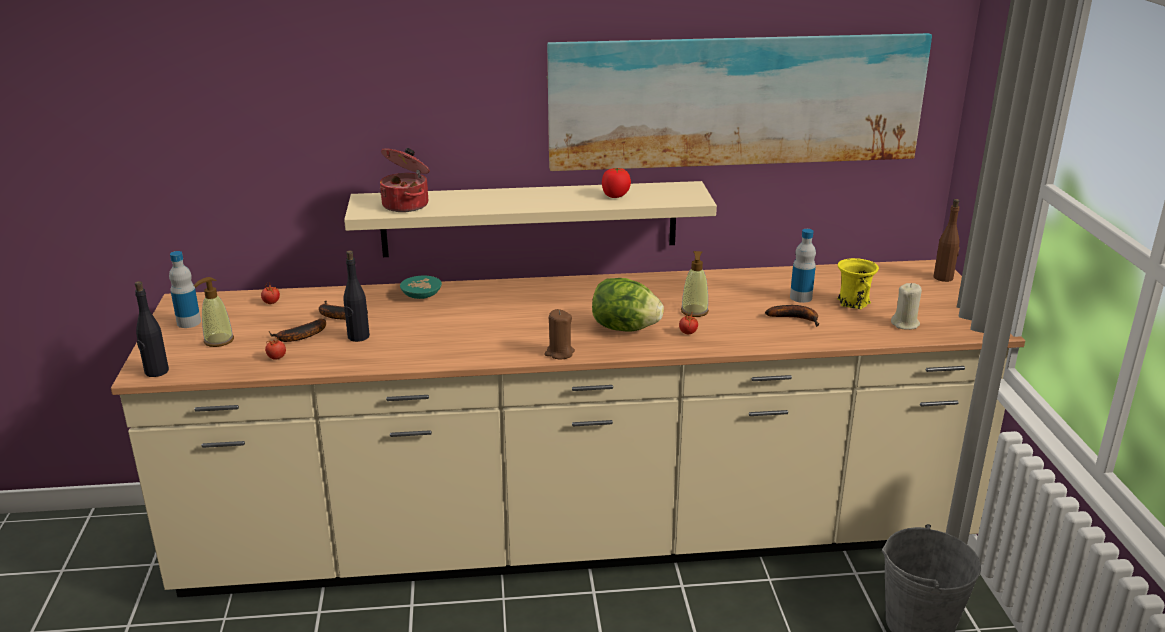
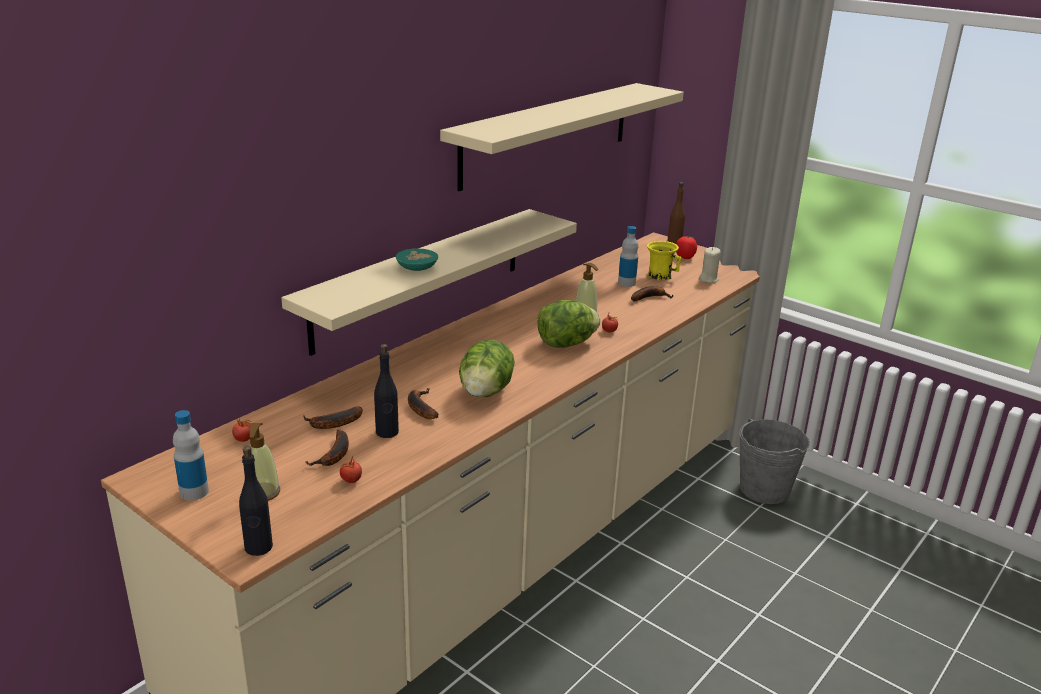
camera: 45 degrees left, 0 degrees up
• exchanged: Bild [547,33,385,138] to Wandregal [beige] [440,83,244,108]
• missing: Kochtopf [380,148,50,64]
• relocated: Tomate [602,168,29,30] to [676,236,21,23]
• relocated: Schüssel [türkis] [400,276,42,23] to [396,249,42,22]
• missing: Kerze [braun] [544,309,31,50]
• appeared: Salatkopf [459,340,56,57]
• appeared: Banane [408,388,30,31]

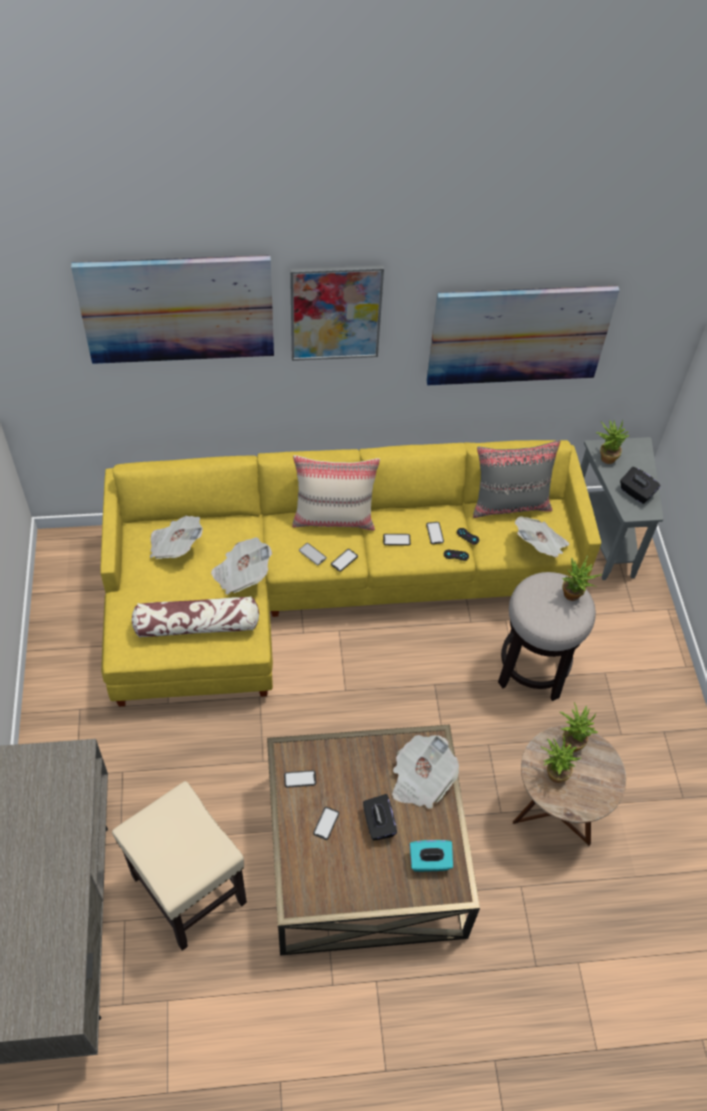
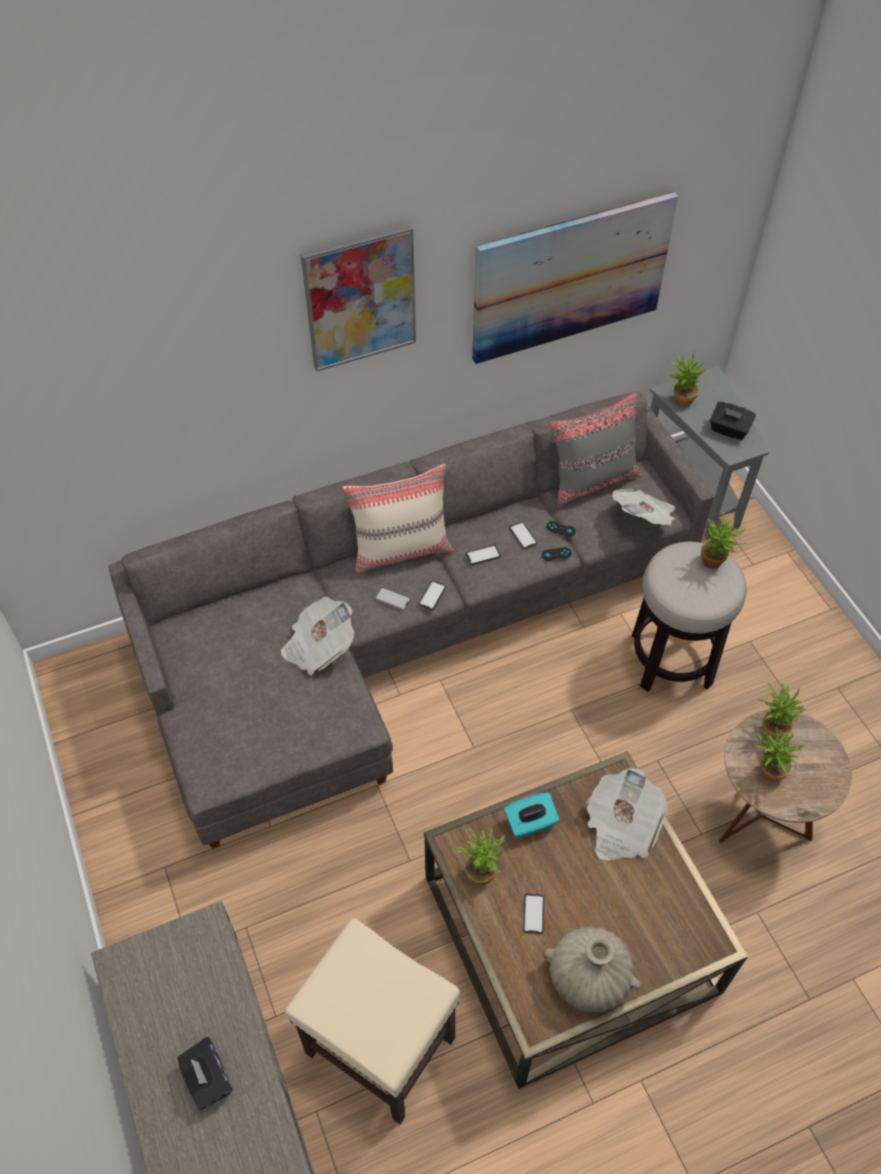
camera: 15 degrees left, 0 degrees up
• missing: Bild [71,255,203,109]
• colour: Sofa [gelb] [100,440,501,266] to Sofa [grau] [108,391,606,458]
• missing: Zeitung [150,516,53,43]
• missing: Kissen [132,596,127,42]
• exchanged: Handy [284,770,32,18] to Topfpflanze [457,824,48,61]
• relocated: Taschentuchbox [schwarz] [363,794,34,47] to [177,1037,55,73]
• relocated: Taschentuchbox [türkis] [409,840,44,32] to [504,792,55,47]
• appeared: Vase [beige] [543,926,98,87]

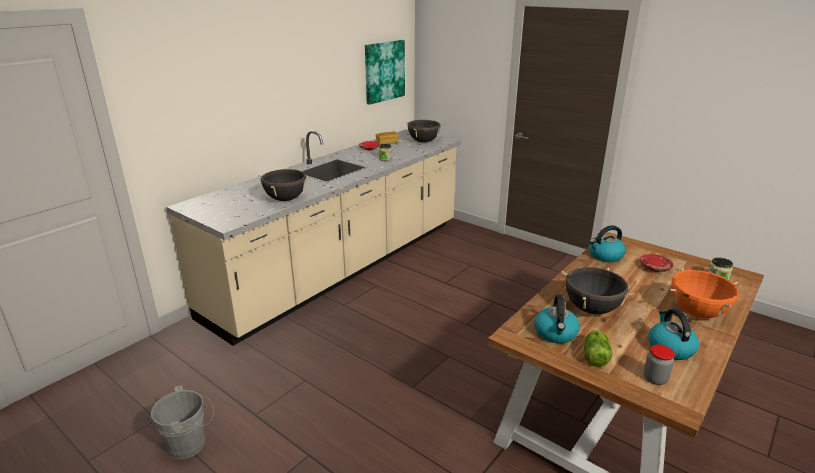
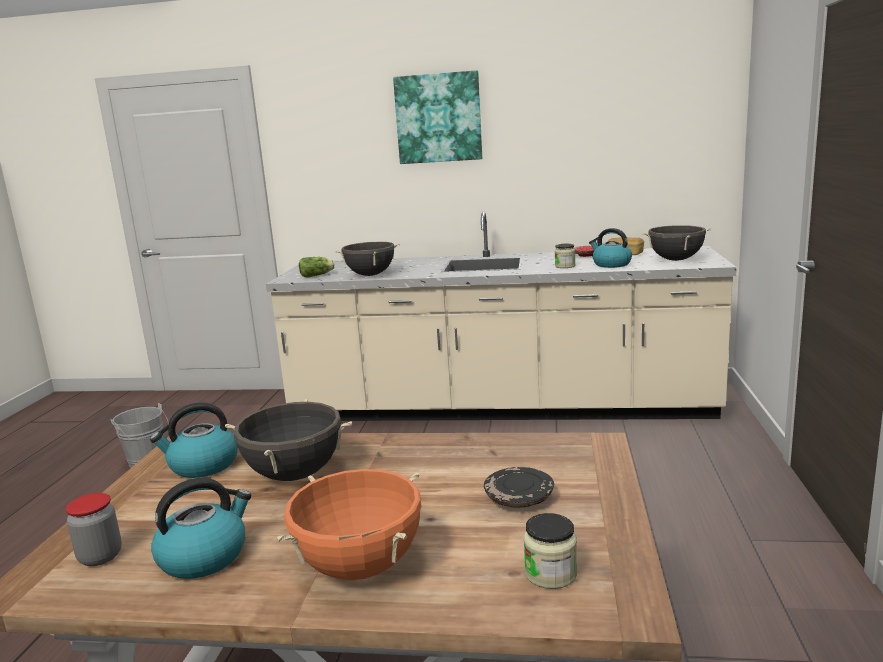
camera: 60 degrees right, 10 degrees down
• relocated: Bild [365,40,40,65] to [393,70,89,94]
• relocated: Wasserkessel [589,225,37,37] to [589,228,43,40]
• colour: Teller [rot] [640,254,33,18] to Teller [schwarz] [484,467,70,40]
• relocated: Salatkopf [584,329,28,38] to [299,257,36,20]

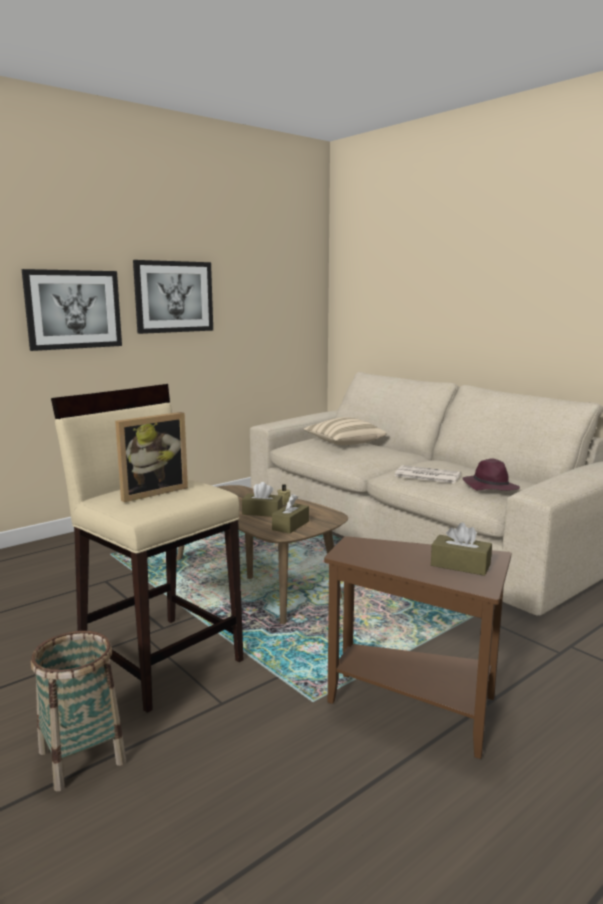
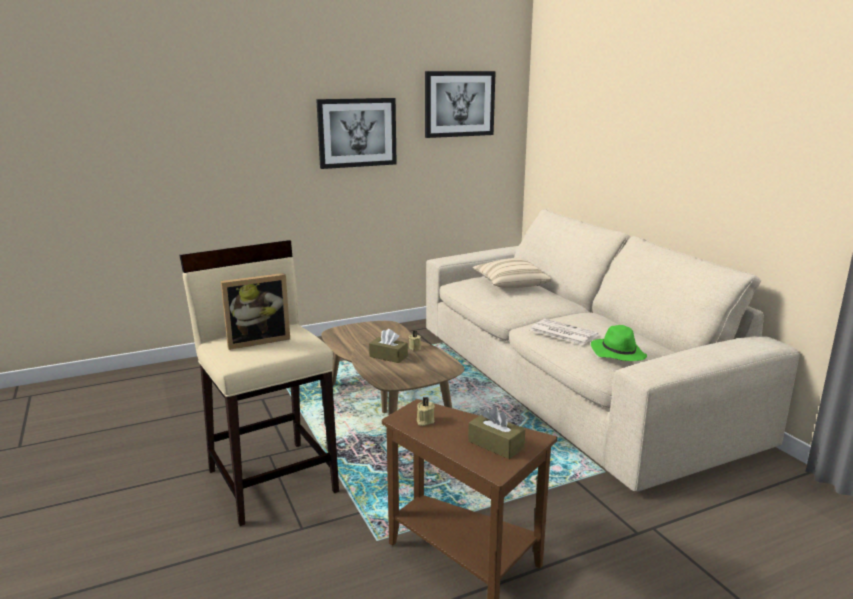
camera: 15 degrees right, 5 degrees up
• relocated: Bild [22,269,100,82] to [425,71,71,67]
• colour: Hut [lila] [462,459,58,32] to Hut [grün] [591,325,56,36]
• missing: Taschentuchbox [braun] [272,494,37,40]
• missing: Korb [31,631,95,160]
• appeared: Kerze [beige] [417,397,18,29]

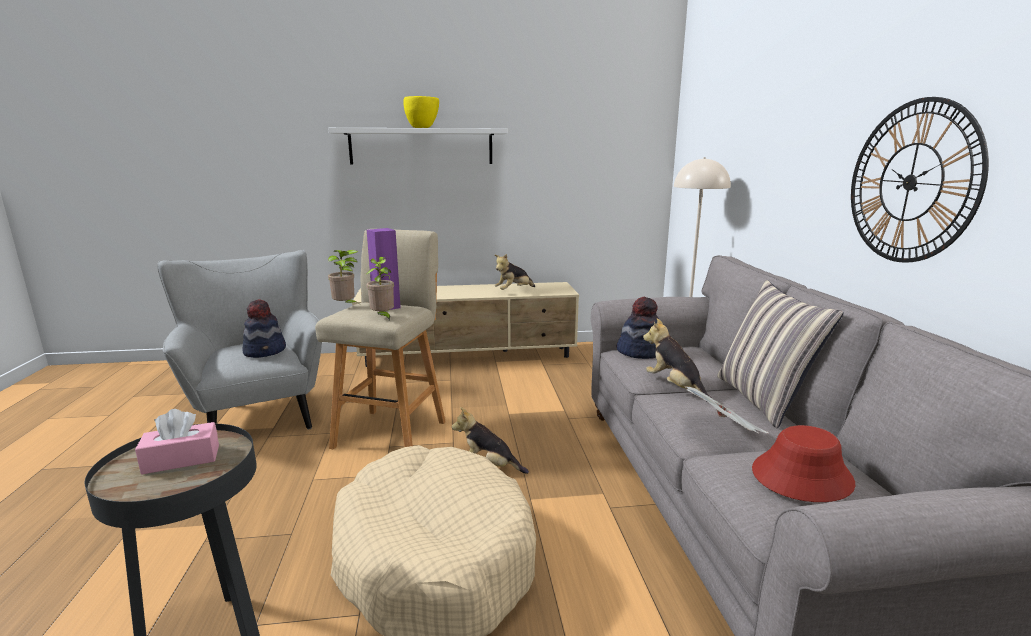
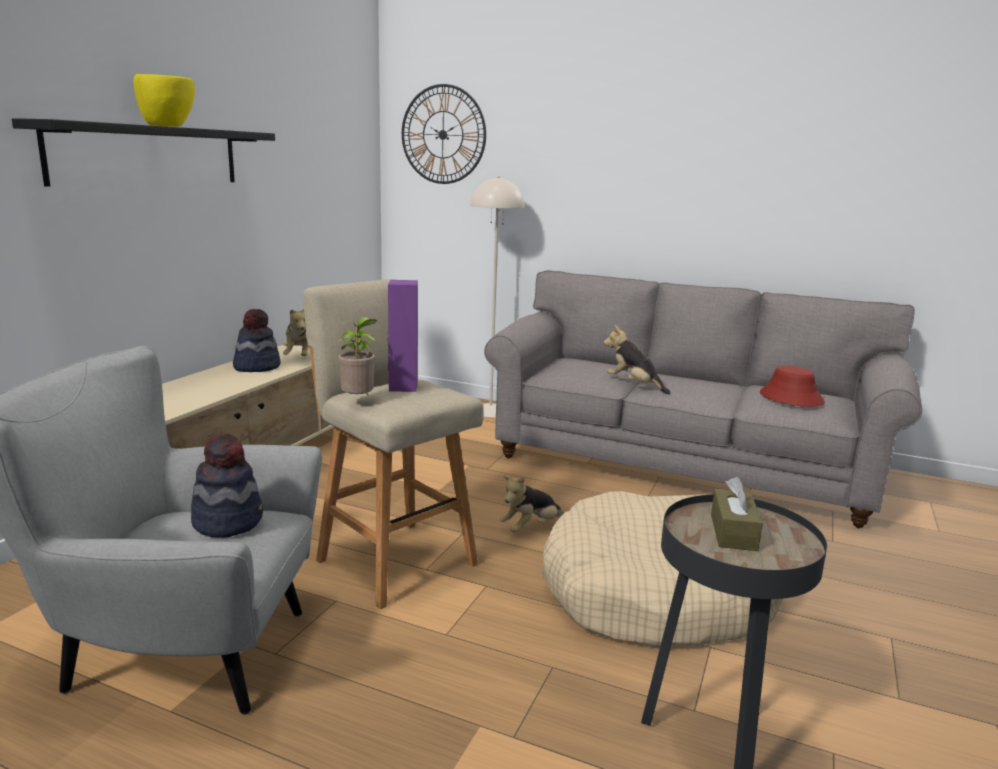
camera: 60 degrees left, 0 degrees up
• relocated: Wanduhr [851,97,138,166] to [402,84,84,100]
• colour: Wandregal [weiß] [328,128,179,36] to Wandregal [schwarz] [12,118,263,69]
• missing: Topfpflanze [366,256,28,65]
• missing: Kissen [717,280,127,149]
• relocated: Hut [616,297,43,62] to [233,309,48,63]
• spun: Plüschtier [643,318,70,83] = [604,325,66,70] 45 degrees clockwise
• missing: Zeitung [685,387,84,46]
• colour: Taschentuchbox [rosa] [135,409,84,65] to Taschentuchbox [braun] [711,477,52,74]

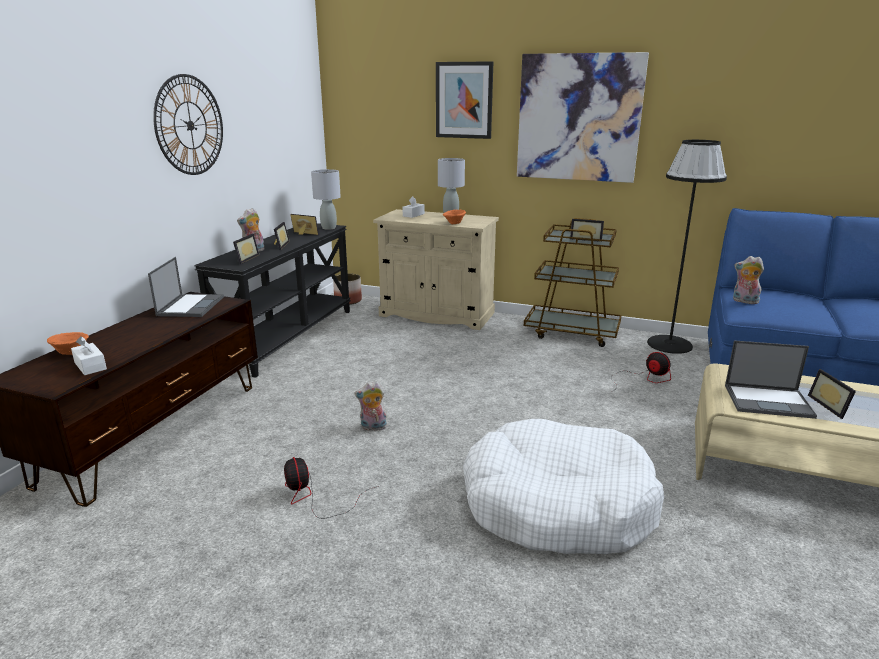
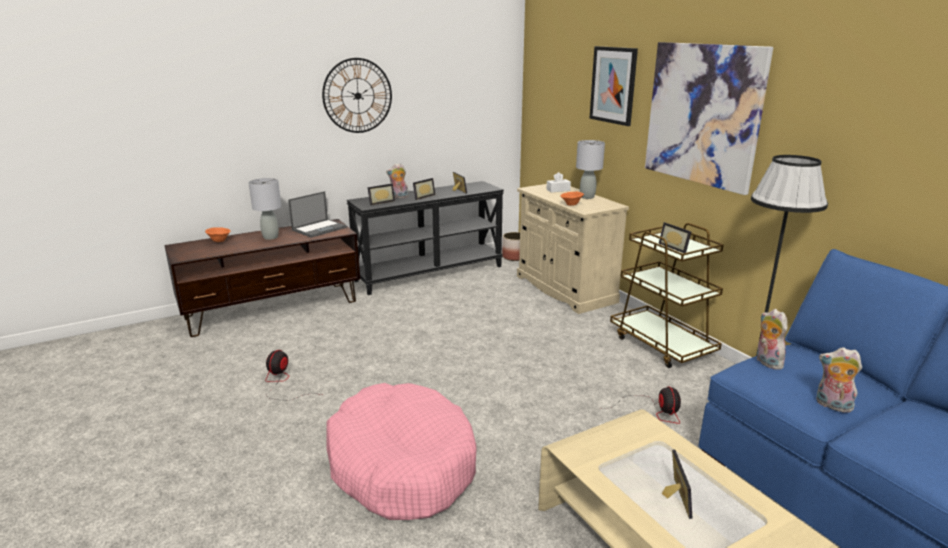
camera: 40 degrees right, 0 degrees up
• relocated: Tischlampe [grau] [311,169,30,61] to [249,178,32,62]
• missing: Taschentuchbox [weiß] [71,336,36,39]
• missing: Laptop [725,340,92,79]
• spun: Bilderrahmen [808,369,48,50] = [662,450,30,69] 150 degrees clockwise
• relocated: Plüschtier [354,381,34,50] to [816,347,46,66]
• colour: Hundebett [weiß] [463,419,201,135] to Hundebett [rosa] [327,383,150,137]

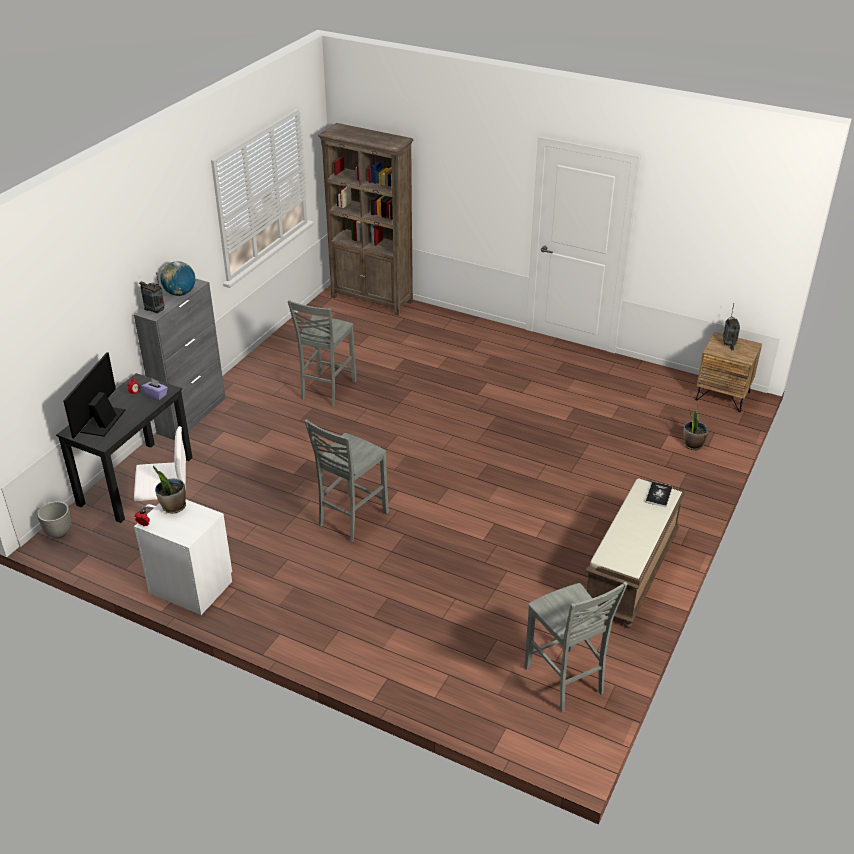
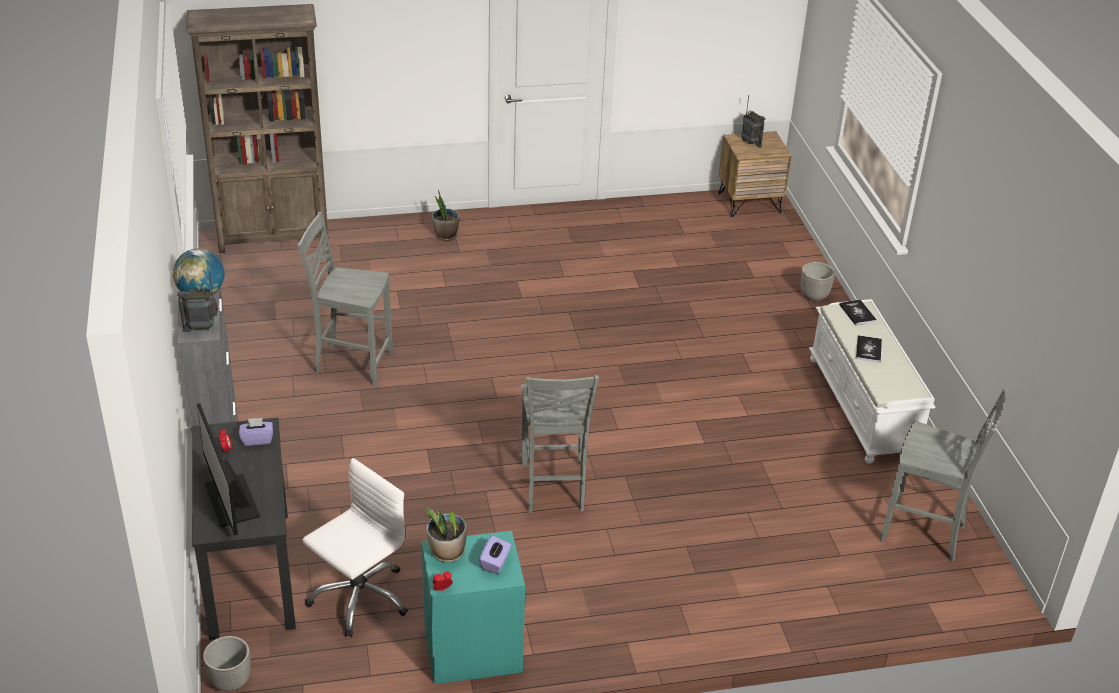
camera: 40 degrees left, 0 degrees up
• spun: Stuhl [grau] [288,300,69,106] = [297,212,96,174] 120 degrees clockwise
• relocated: Topfpflanze [683,405,25,45] to [432,190,28,51]
• colour: Bank [braun] [586,478,100,150] to Bank [weiß] [809,299,127,165]
• colour: Nachttisch [weiß] [134,499,98,116] to Nachttisch [türkis] [421,531,104,153]
• appeared: Pflanzkübel [801,262,34,40]
• appeared: Buch [856,335,26,28]
• appeared: Taschentuchbox [lila] [479,535,32,39]

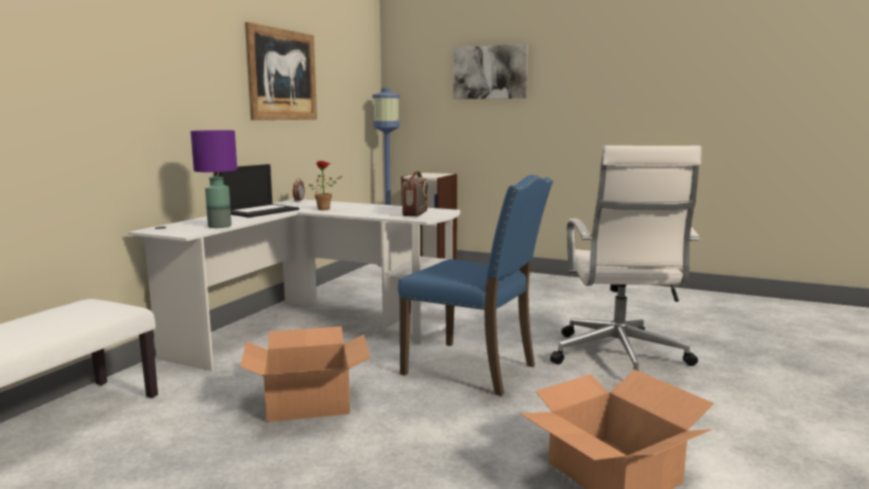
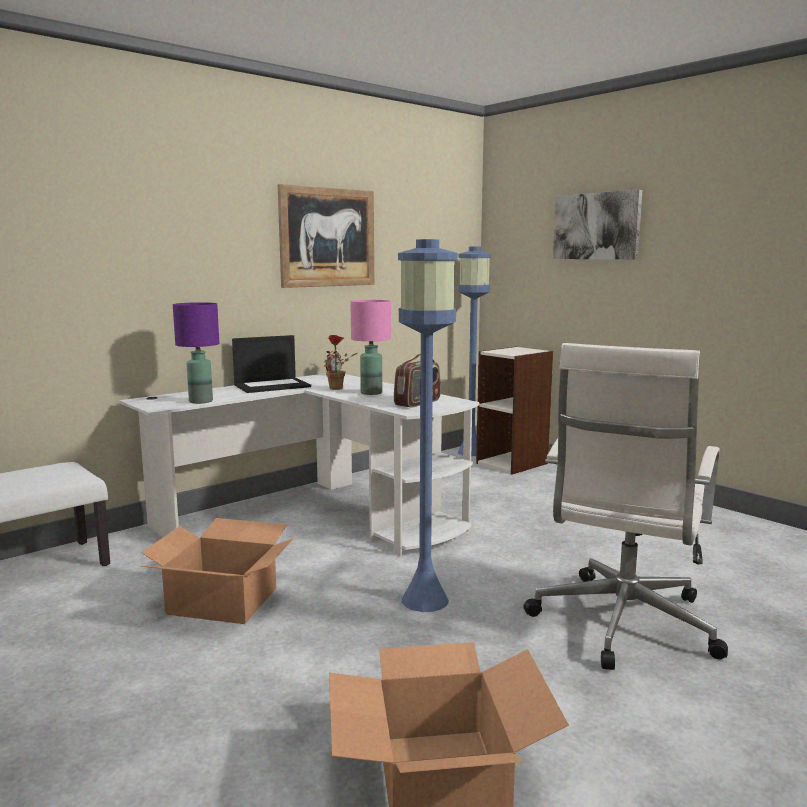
camera: 25 degrees right, 0 degrees up
• exchanged: Stuhl [blau] [398,175,155,221] to Stehlampe [blau] [398,239,60,373]
• appeared: Tischlampe [rosa] [350,300,41,95]

